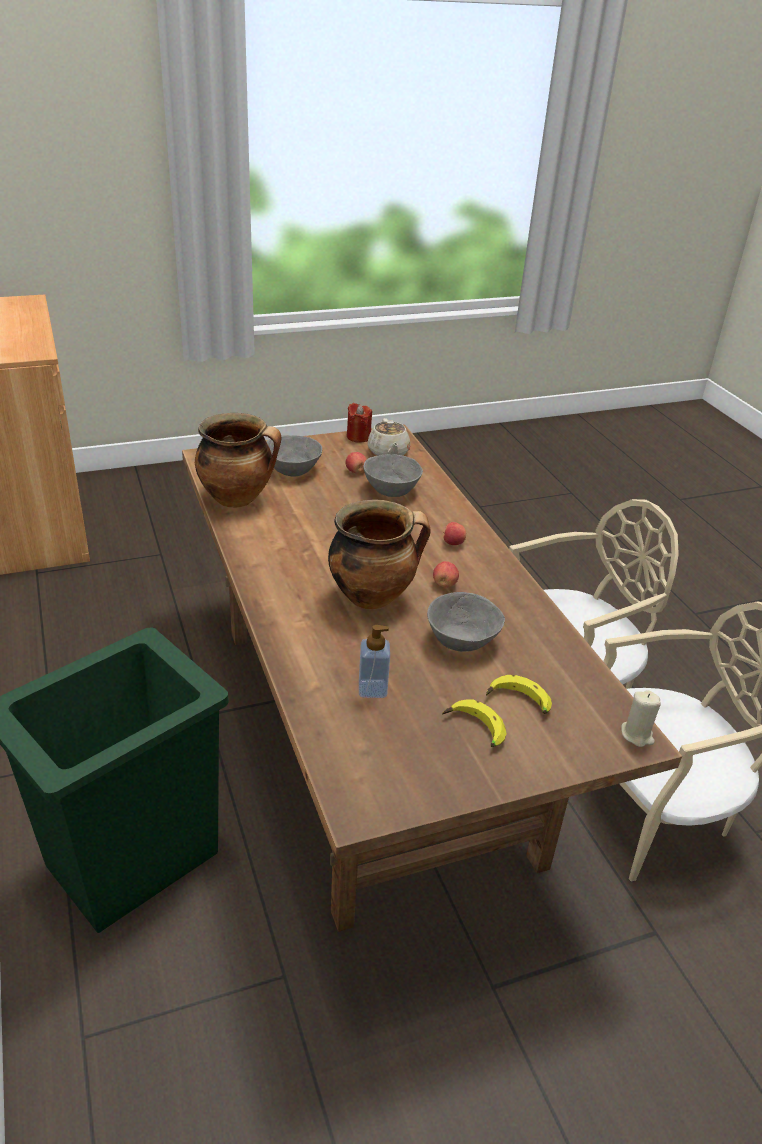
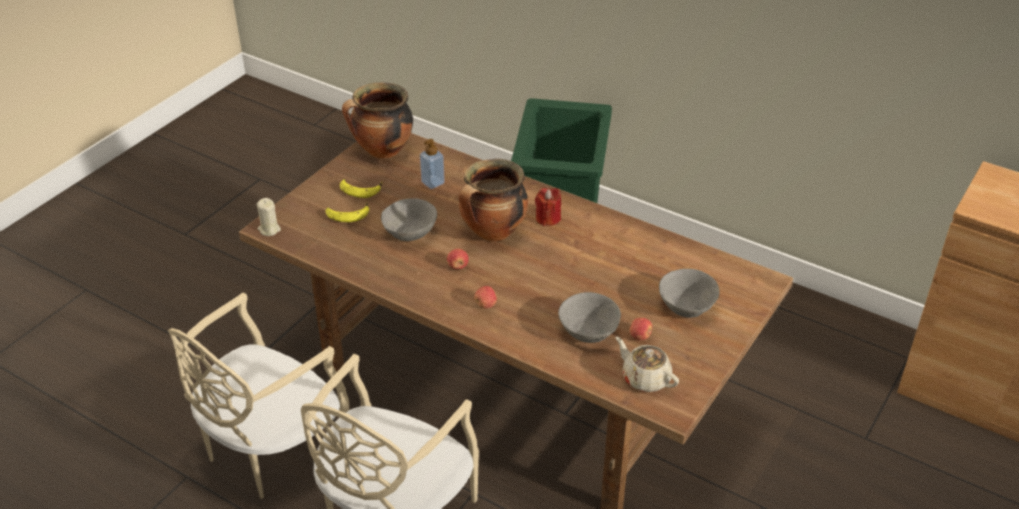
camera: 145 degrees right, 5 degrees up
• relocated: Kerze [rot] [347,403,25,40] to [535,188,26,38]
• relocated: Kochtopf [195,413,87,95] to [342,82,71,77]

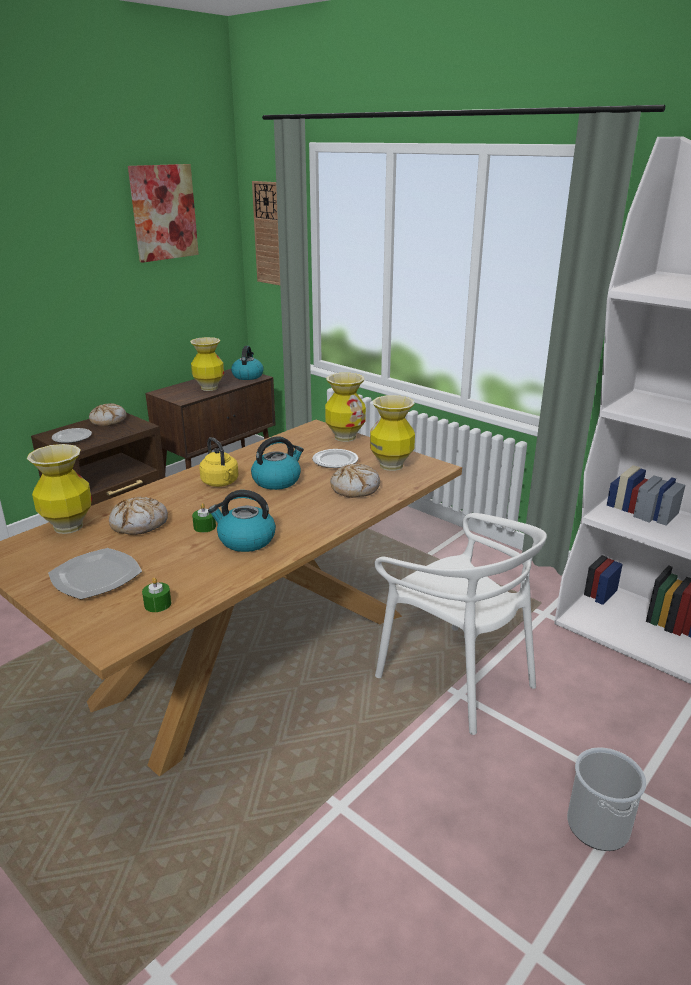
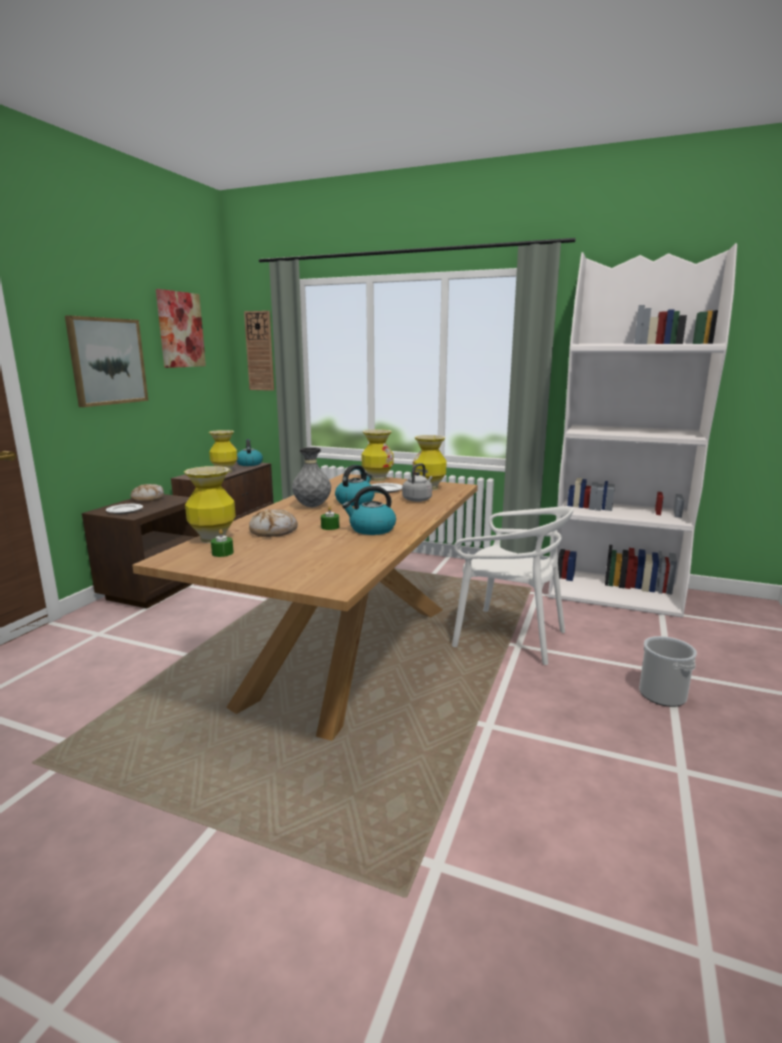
camera: 20 degrees left, 10 degrees down
• exchanged: Wasserkessel [gelb] [199,437,40,50] to Vase [grau] [292,447,39,60]
• exchanged: Brot [330,464,50,34] to Wasserkessel [grau] [402,463,30,39]
• missing: Teller [48,548,94,51]
• relocated: Kerze [grün] [142,577,29,35] to [211,529,23,28]
• appeared: Bild [65,316,83,91]

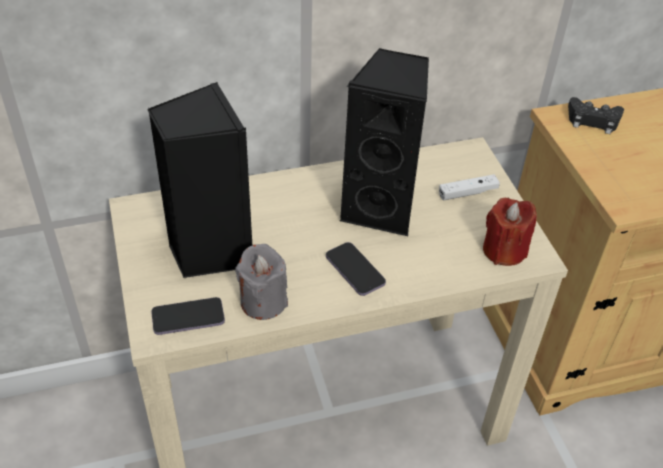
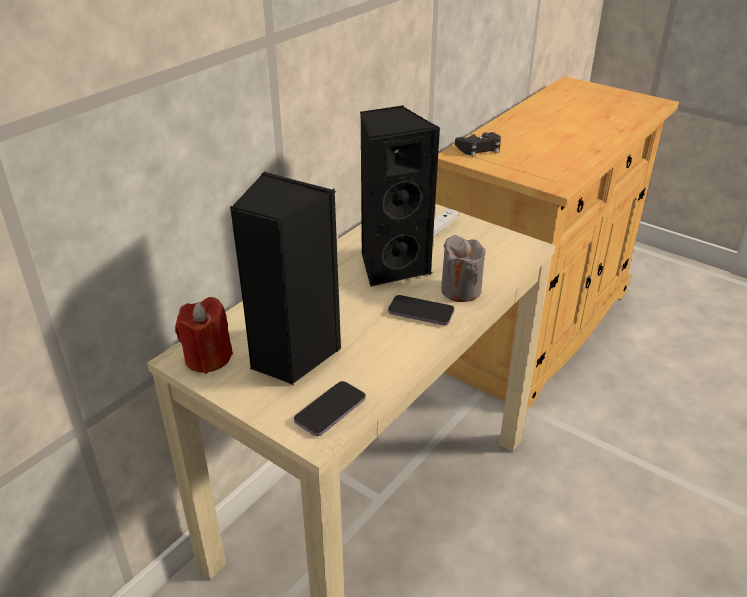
camera: 35 degrees left, 10 degrees down
• relocated: Kerze [rot] [483,198,54,68] to [175,297,58,77]
• relocated: Kerze [grau] [235,244,53,76] to [441,235,45,67]

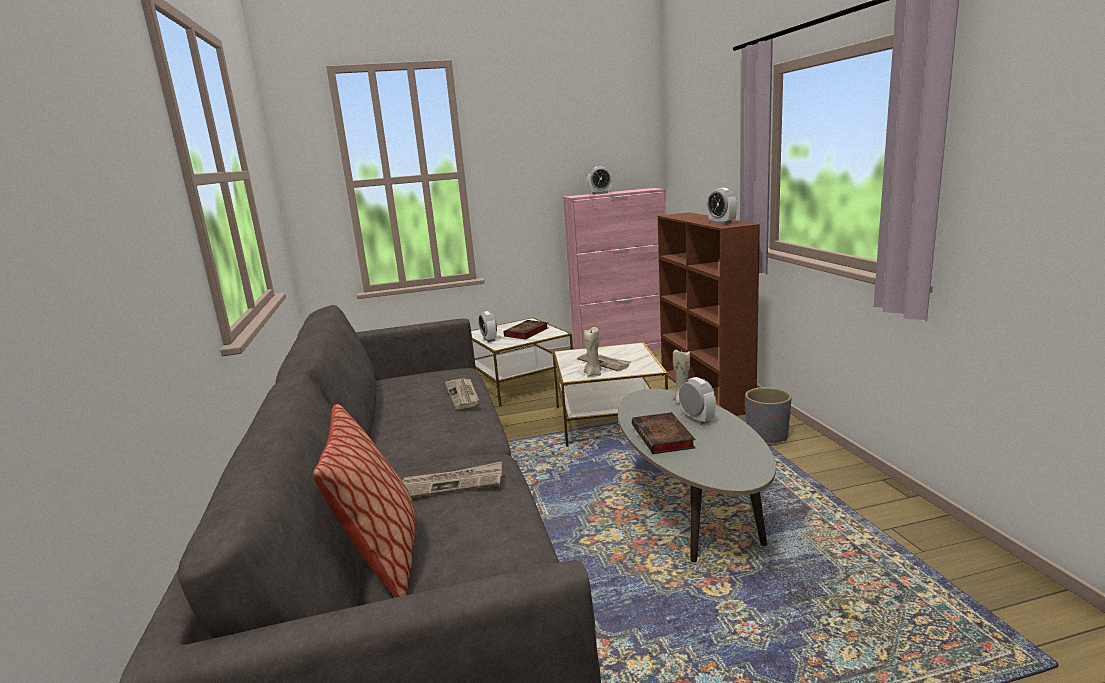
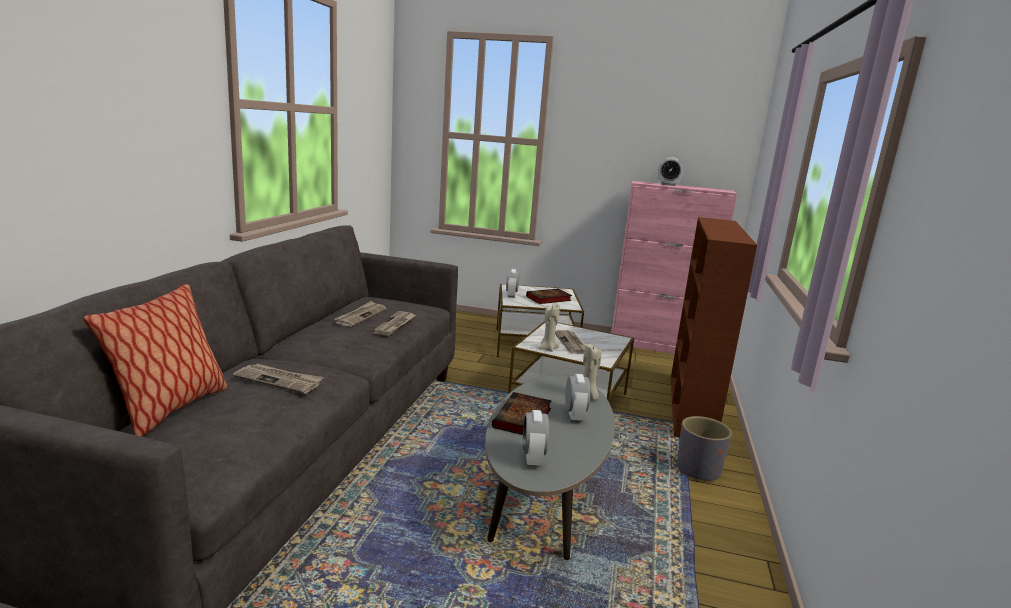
camera: 25 degrees right, 0 degrees up
• relocated: Wecker [707,188,30,36] to [523,410,26,57]
• appeared: Zeitung [334,301,52,26]

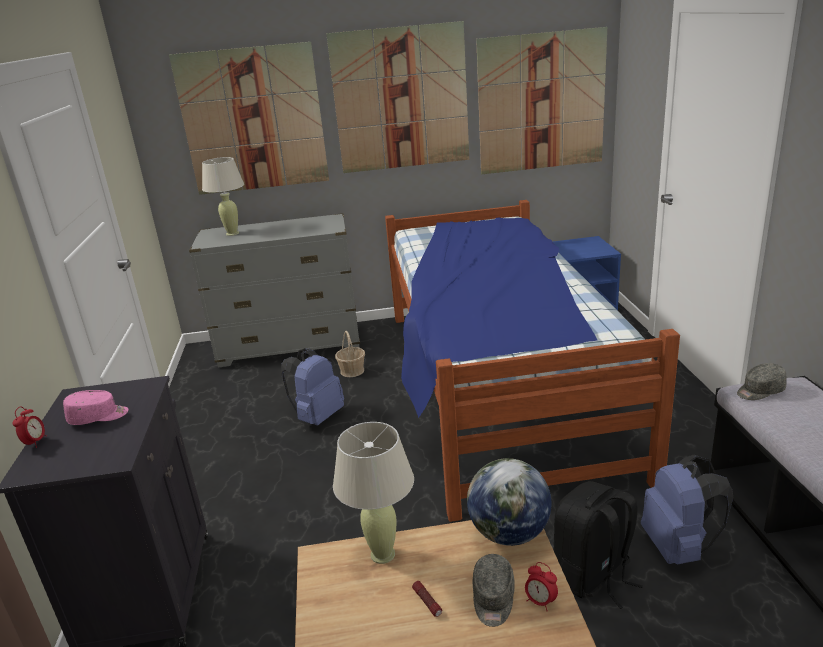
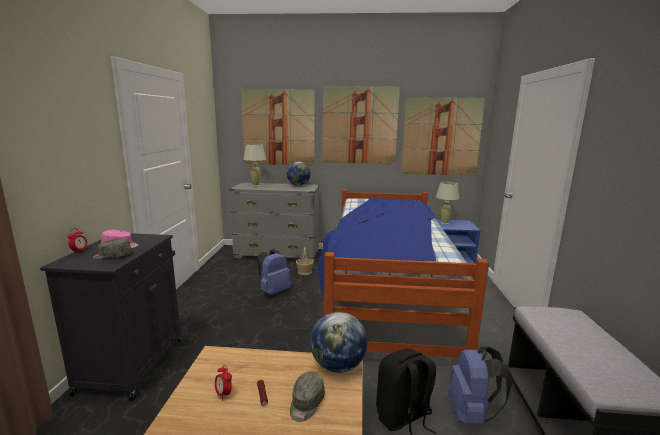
camera: 10 degrees right, 10 degrees down
• relocated: Kappe [grau] [737,363,50,37] to [93,238,39,21]
• relocated: Tischlampe [beige] [333,422,81,142] to [436,182,24,43]
• relocated: Wecker [525,562,33,50] to [215,365,17,36]
• appeared: Globus [287,162,24,24]

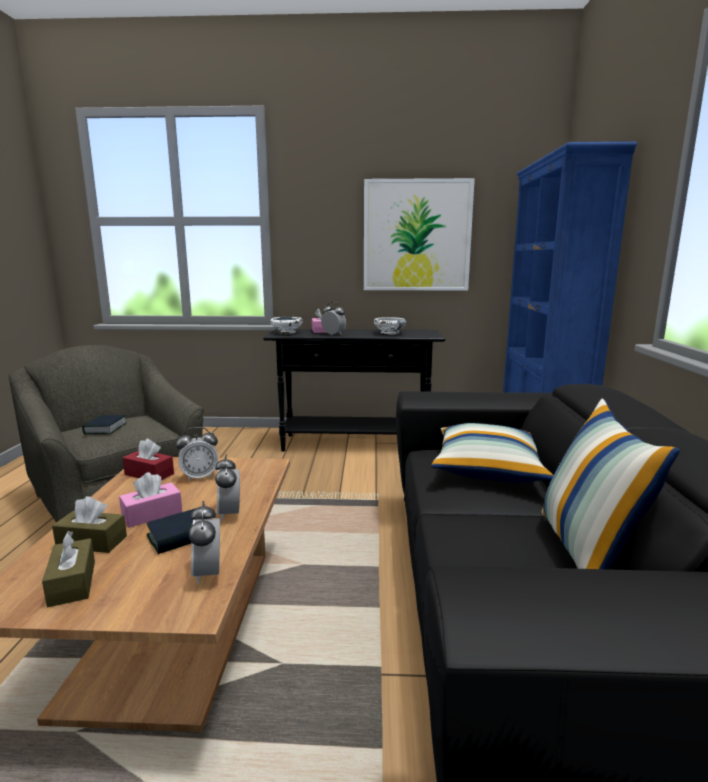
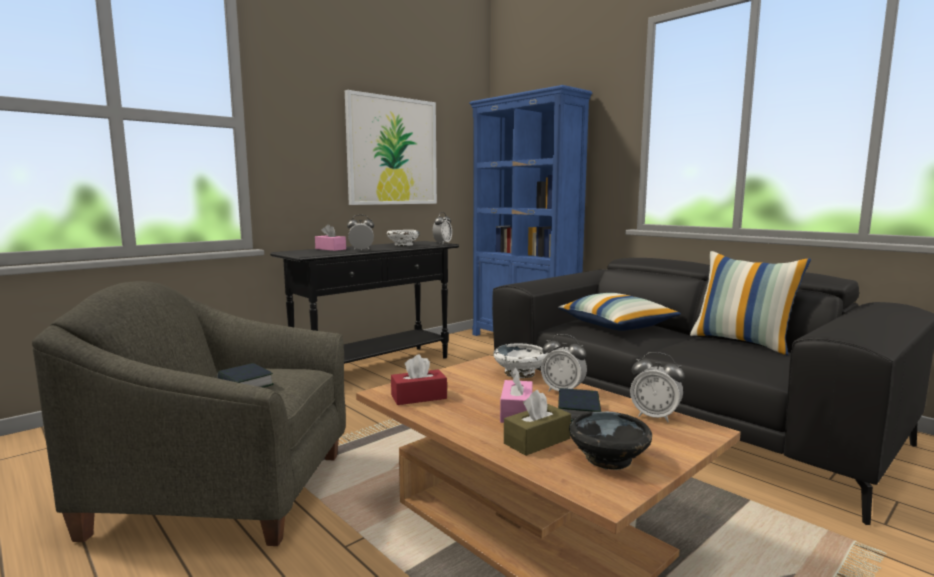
camera: 45 degrees left, 5 degrees down
• relocated: Schüssel [weiß] [270,317,33,17] to [493,343,55,35]
• relocated: Wecker [176,427,42,54] to [433,212,19,32]
• exchanged: Taschentuchbox [braun] [42,531,53,76] to Schüssel [schwarz] [569,412,83,58]

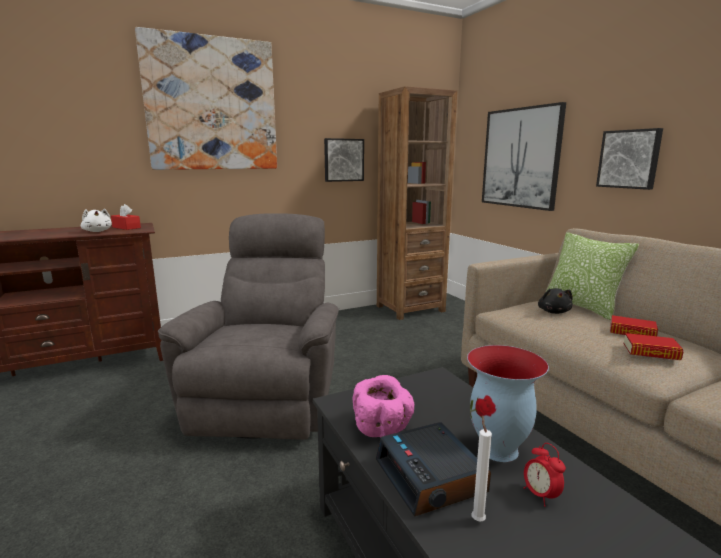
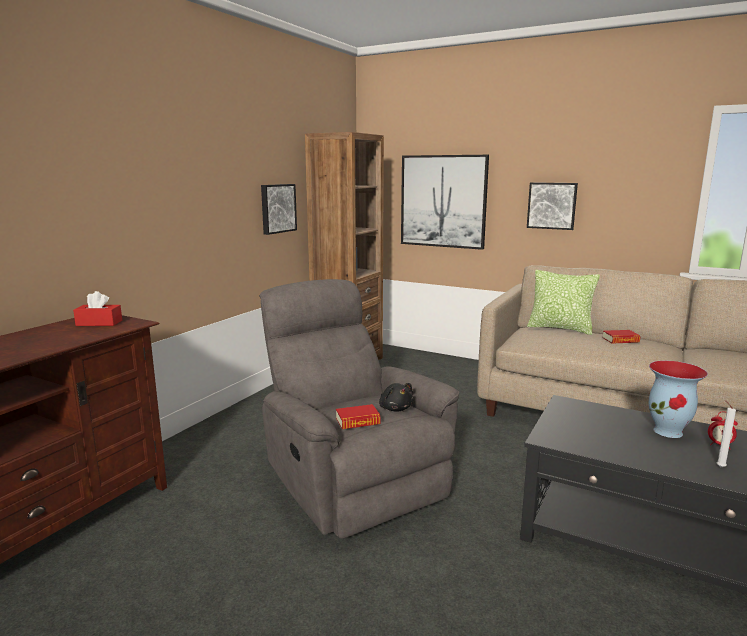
camera: 35 degrees left, 0 degrees up
• missing: Bild [135,27,142,143]
• missing: Plüschtier [weiß] [81,209,31,23]
• relocated: Plüschtier [schwarz] [538,288,35,26] to [379,383,35,28]
• relocated: Buch [623,333,60,27] to [336,404,45,25]
• missing: Schüssel [rosa] [352,375,62,63]
• missing: Wecker [376,422,115,95]

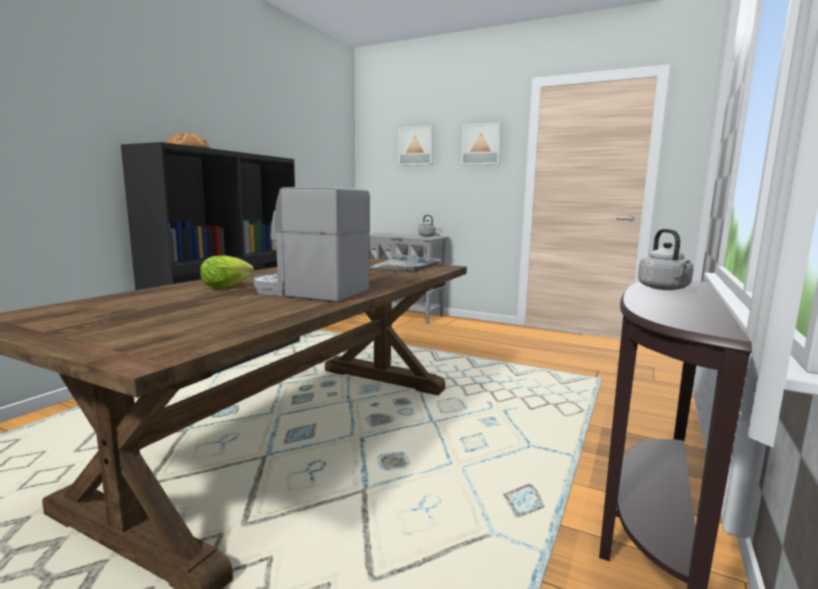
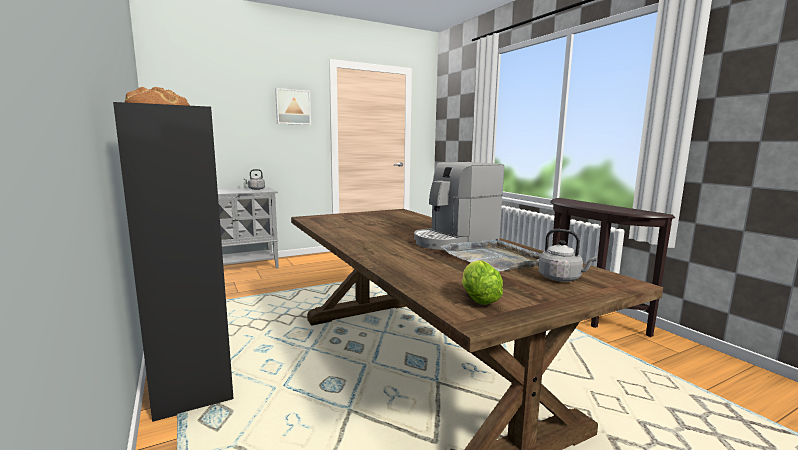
camera: 55 degrees left, 0 degrees up
• missing: Bild [398,126,36,40]
• relocated: Wasserkessel [grau] [638,229,55,61] to [538,229,59,53]
• relocated: Salatkopf [200,255,54,33] to [462,260,41,45]
• relocated: Tablett [grau] [370,255,71,17] to [441,238,99,33]

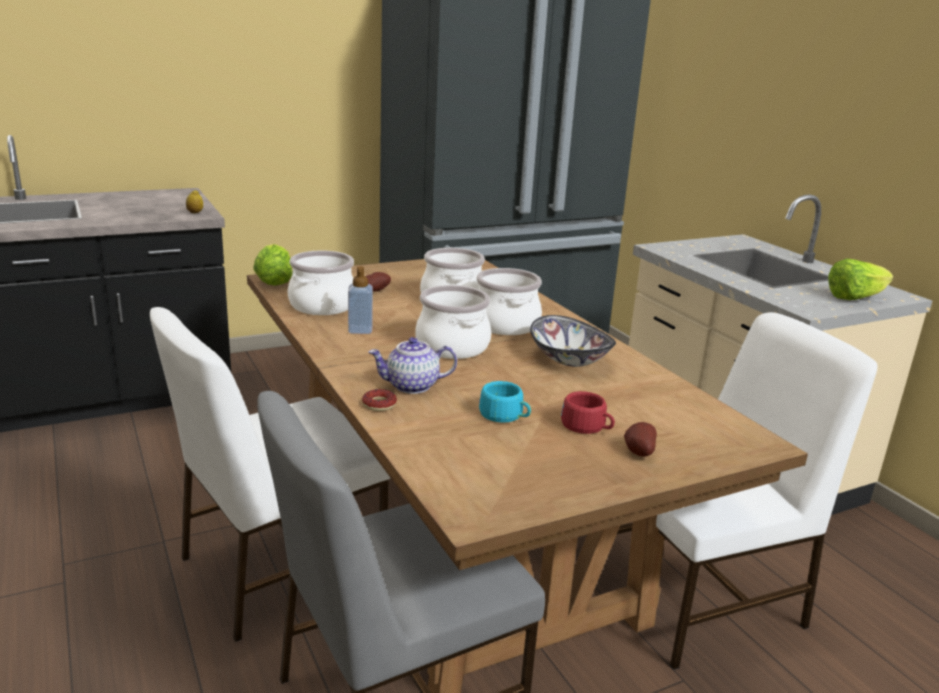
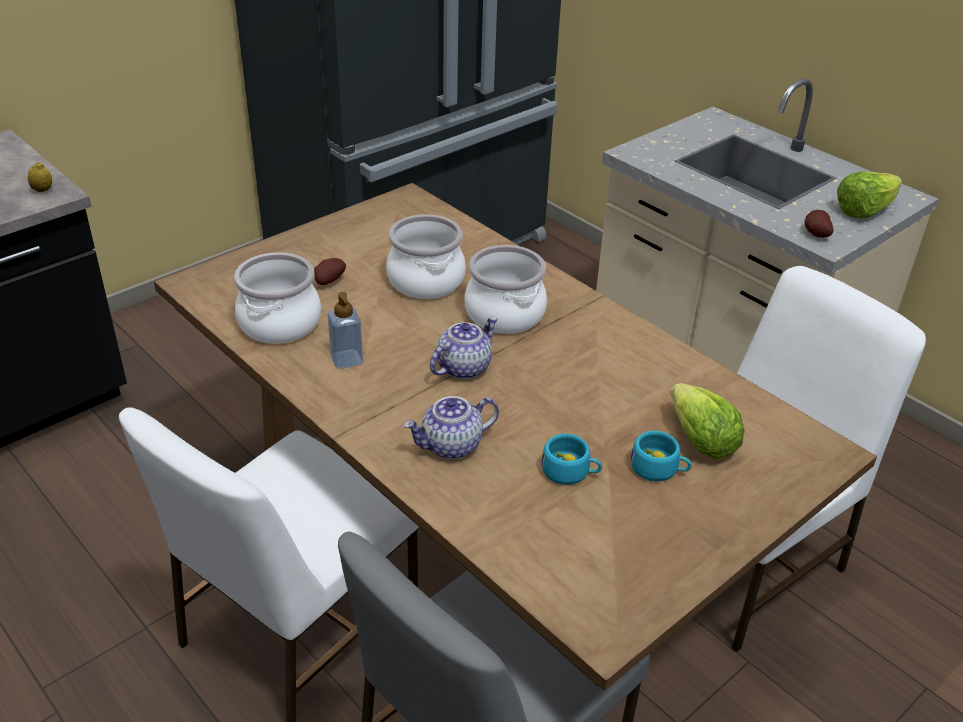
camera: 15 degrees left, 15 degrees up
• relocated: Salatkopf [253,244,39,42] to [670,383,75,76]
• exchanged: Kochtopf [415,285,76,74] to Teekanne [430,316,68,63]
• missing: Schüssel [530,315,86,52]
• missing: Donut [362,389,35,22]
• colour: Tasse [rot] [561,391,54,43] to Tasse [türkis] [630,431,62,50]
• relocated: Kartoffel [624,422,33,35] to [804,210,30,28]

